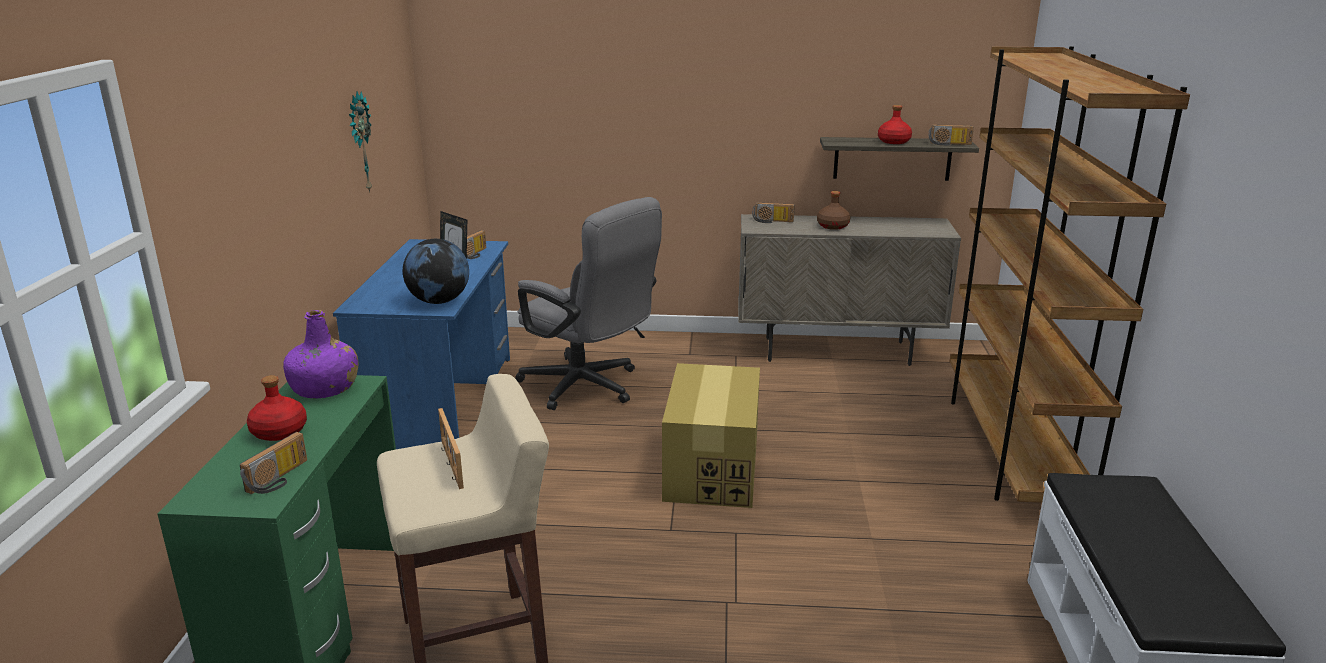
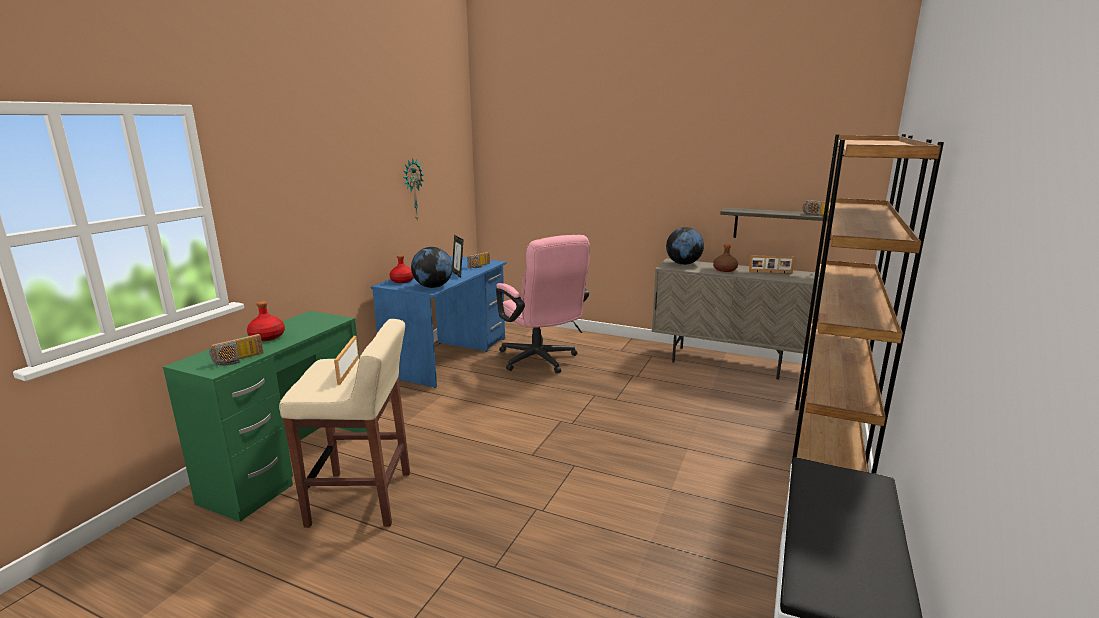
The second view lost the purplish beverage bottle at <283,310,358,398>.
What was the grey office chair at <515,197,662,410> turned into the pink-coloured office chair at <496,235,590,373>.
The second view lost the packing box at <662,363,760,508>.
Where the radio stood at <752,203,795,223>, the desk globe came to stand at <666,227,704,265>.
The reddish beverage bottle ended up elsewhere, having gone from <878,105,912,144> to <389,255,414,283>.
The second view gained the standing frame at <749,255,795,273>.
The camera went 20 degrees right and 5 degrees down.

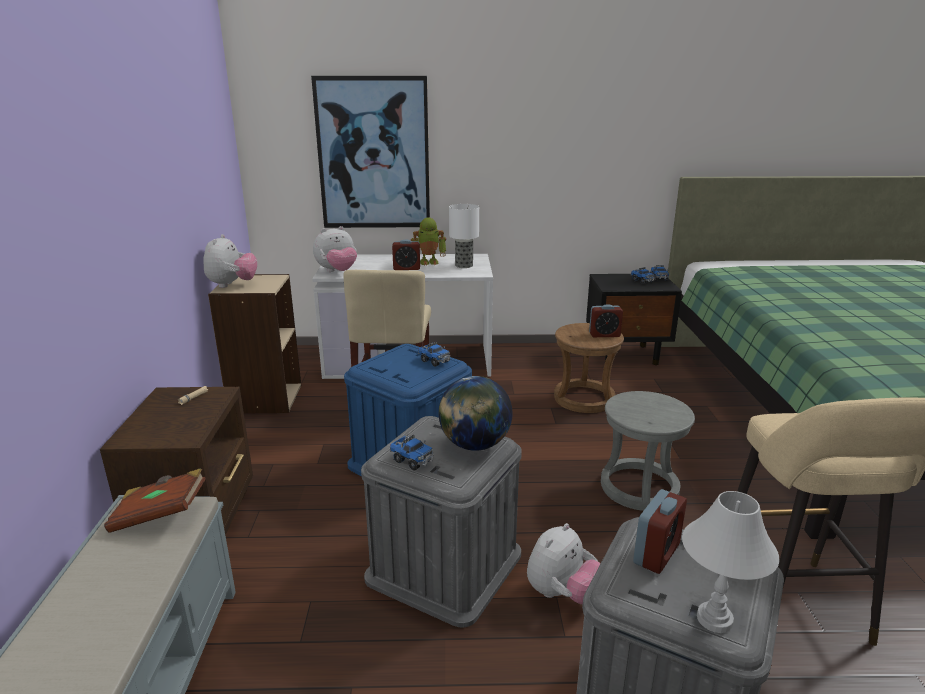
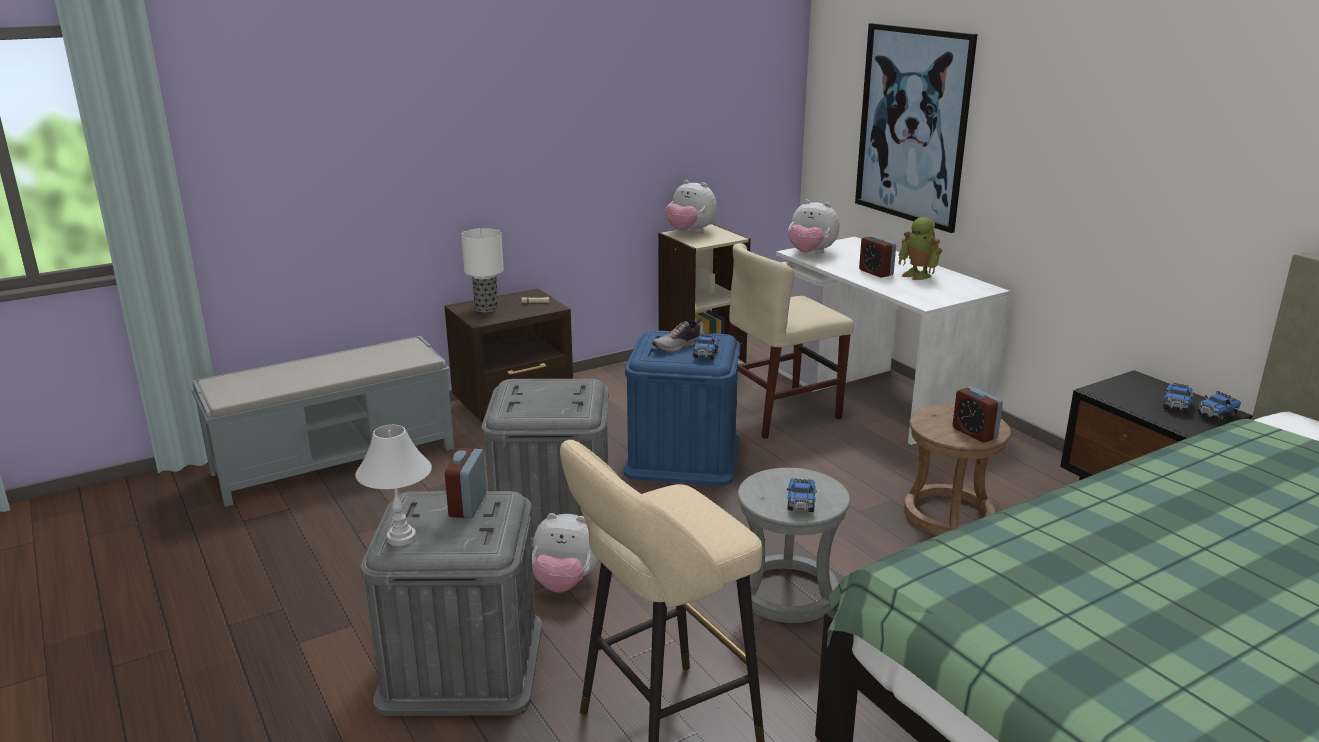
The second view lost the brown book at <104,468,206,533>.
The plush toy at <203,234,258,288> ended up facing another way, 60 degrees clockwise from before.
The toy lorry ended up elsewhere, having gone from <390,435,434,471> to <787,478,817,512>.
The second view lost the desk globe at <439,376,513,451>.
The tabletop lamp ended up elsewhere, having gone from <449,204,479,268> to <461,228,504,312>.
The table clock at <633,489,687,574> ended up facing another way, 90 degrees clockwise from before.
The second view gained the shoe at <652,319,701,352>.
The camera went 60 degrees right and 0 degrees up.

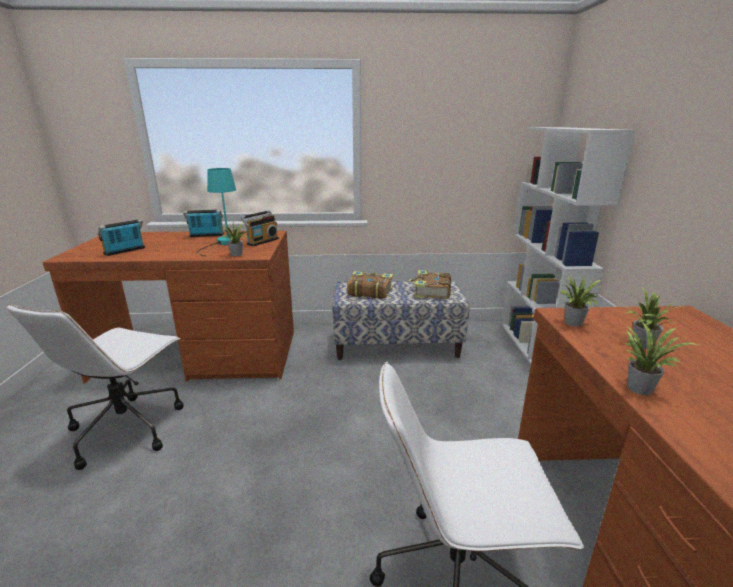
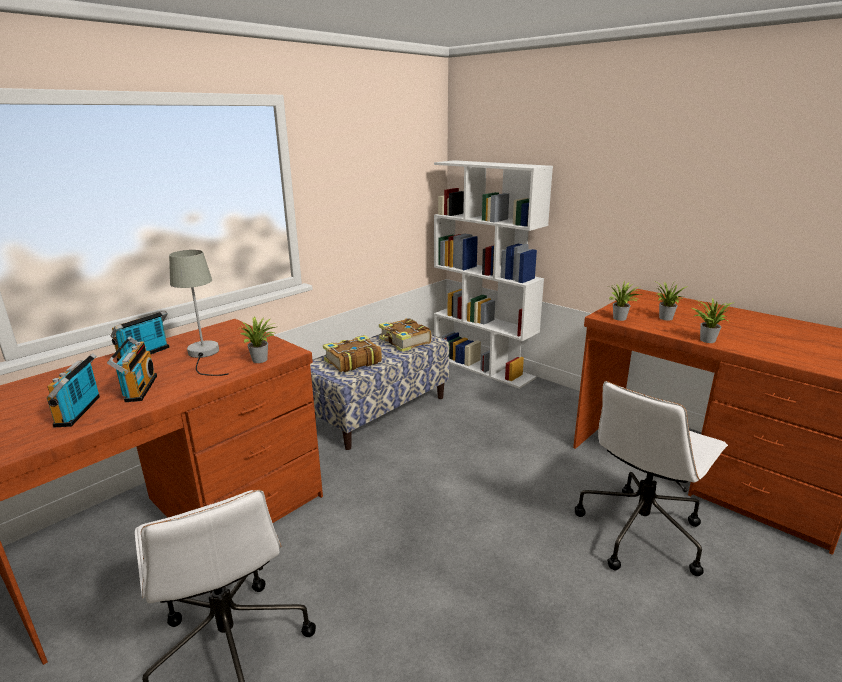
What was the turquoise-coloured tabletop lamp at <197,168,236,256> turned into the grey tabletop lamp at <169,250,229,376>.
The radio ended up elsewhere, having gone from <241,210,279,246> to <107,336,157,402>.
The camera went 45 degrees left and 0 degrees up.

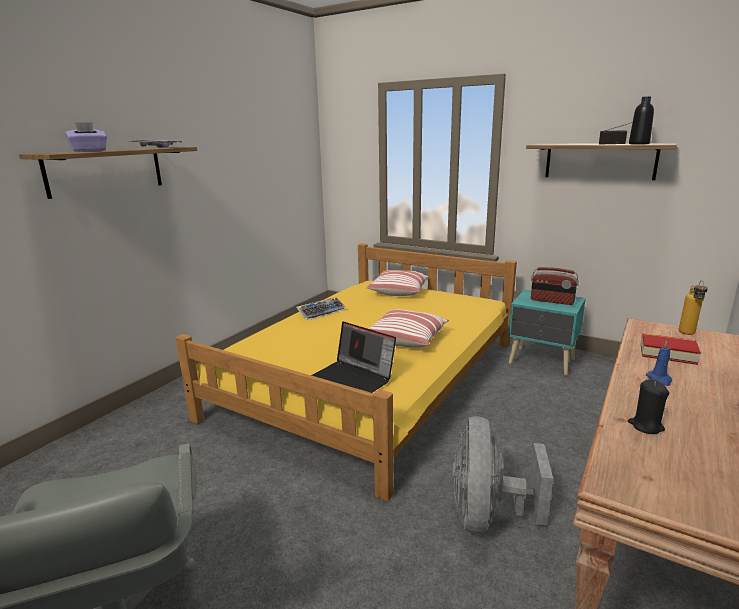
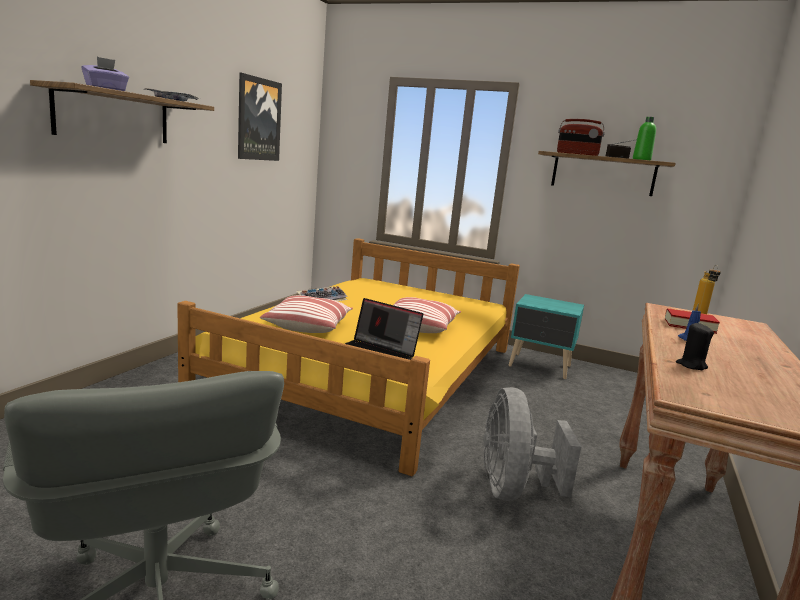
The pillow ended up elsewhere, having gone from <367,270,429,296> to <260,295,353,333>.
The radio ended up elsewhere, having gone from <531,267,579,305> to <557,119,605,156>.
What was the black beverage bottle at <629,96,654,145> turned into the green beverage bottle at <633,117,656,160>.
The second view gained the wall art at <238,73,282,161>.
The camera went 10 degrees left and 5 degrees down.

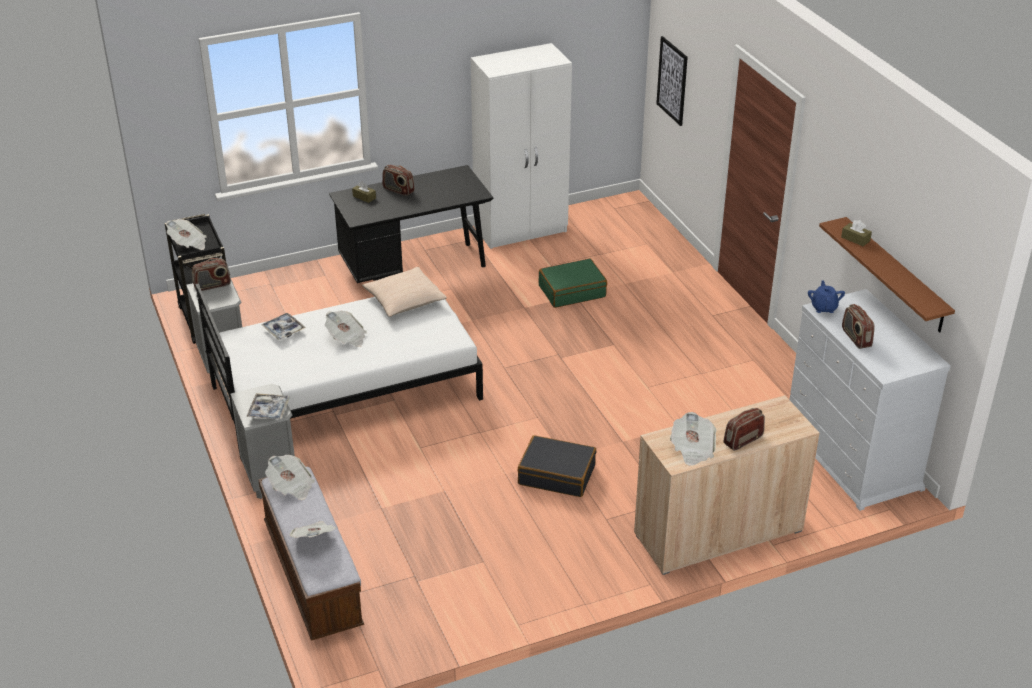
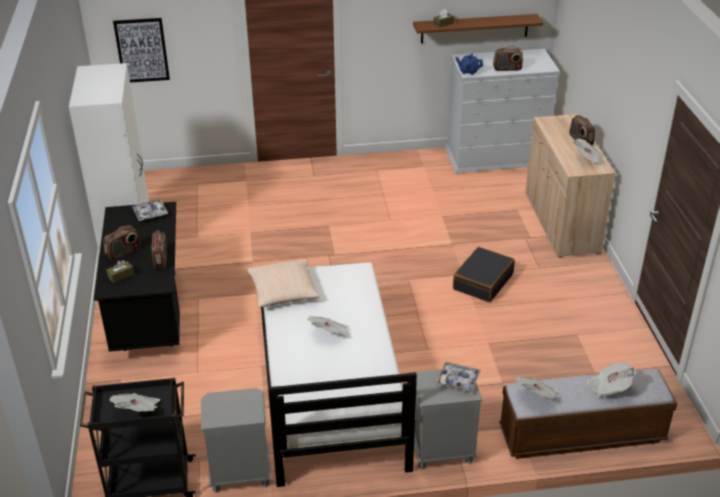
The radio ended up elsewhere, having gone from <192,258,231,291> to <152,230,167,269>.
The carrying tray ended up elsewhere, having gone from <261,313,306,340> to <132,199,168,221>.
The second view lost the green piece of luggage at <539,258,607,308>.
The camera went 75 degrees left and 0 degrees up.

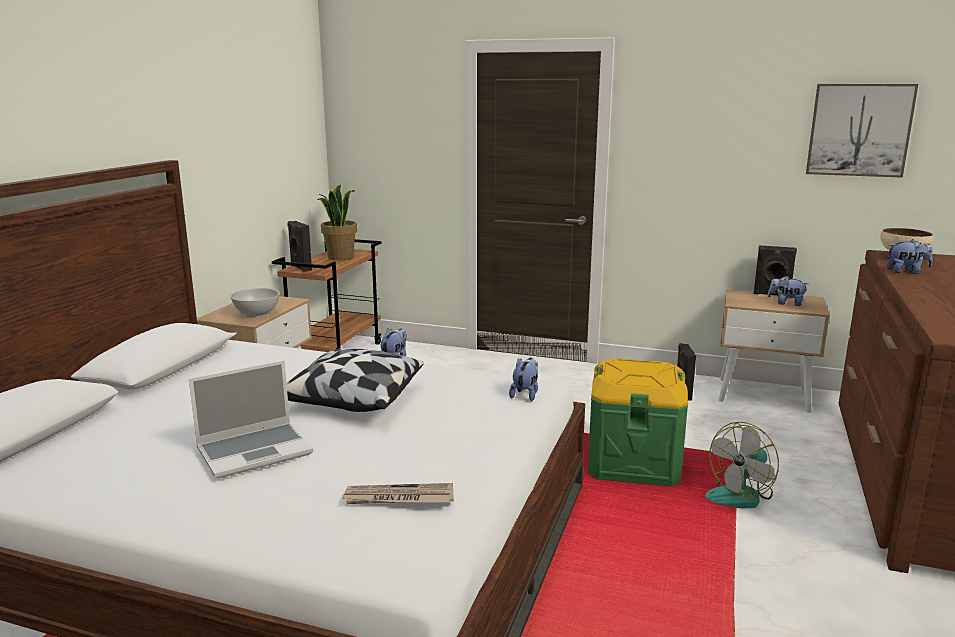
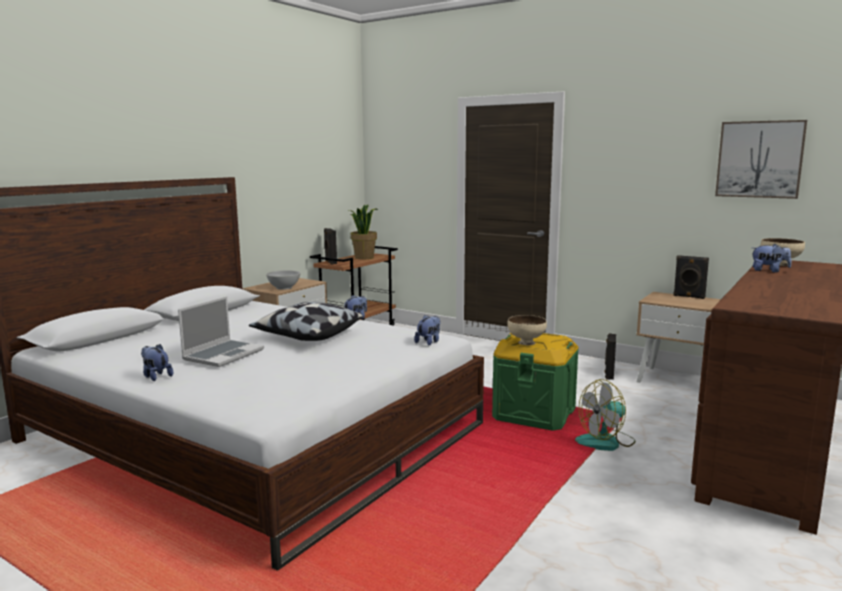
The portable computer at <189,360,313,479> ended up facing another way, 45 degrees counterclockwise from before.
The second view lost the newspaper at <343,483,454,504>.
The plush toy ended up elsewhere, having gone from <768,276,808,306> to <141,344,173,381>.
The second view gained the beige bowl at <507,315,547,345>.
The camera went 15 degrees right and 5 degrees down.

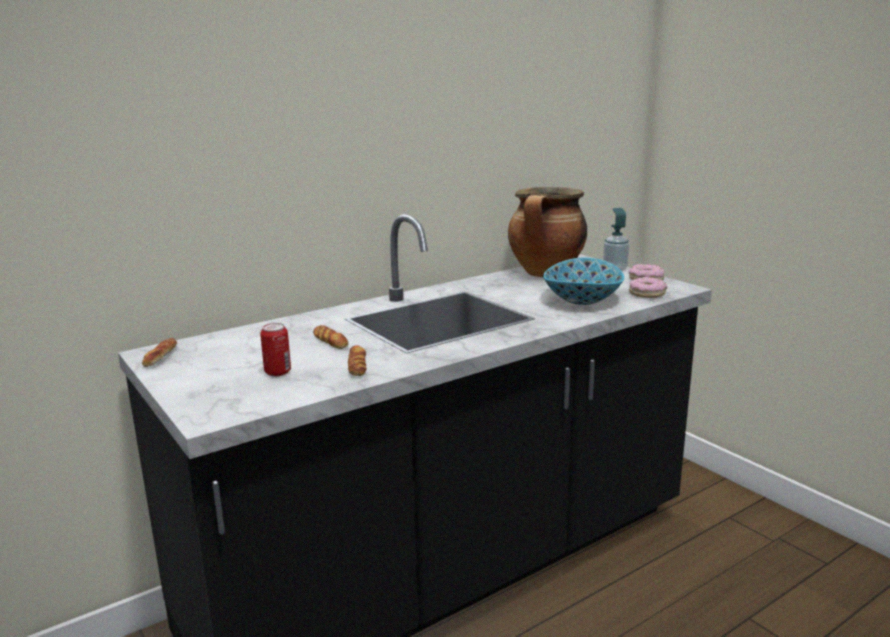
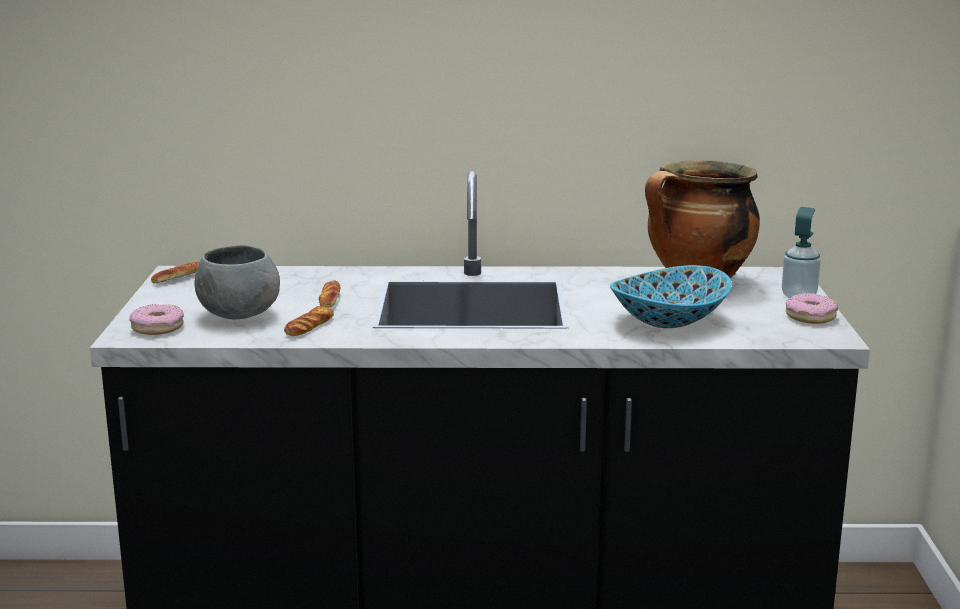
Where the sealed can stood at <260,323,291,376>, the grey bowl came to stand at <195,245,280,319>.
The doughnut ended up elsewhere, having gone from <629,277,667,298> to <129,304,184,335>.
The camera went 35 degrees right and 0 degrees up.

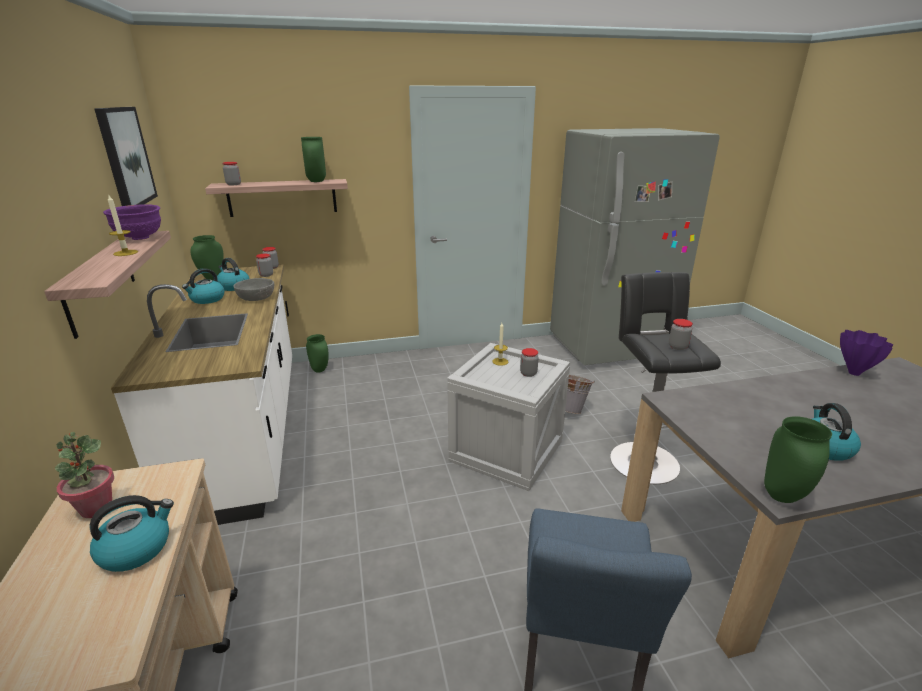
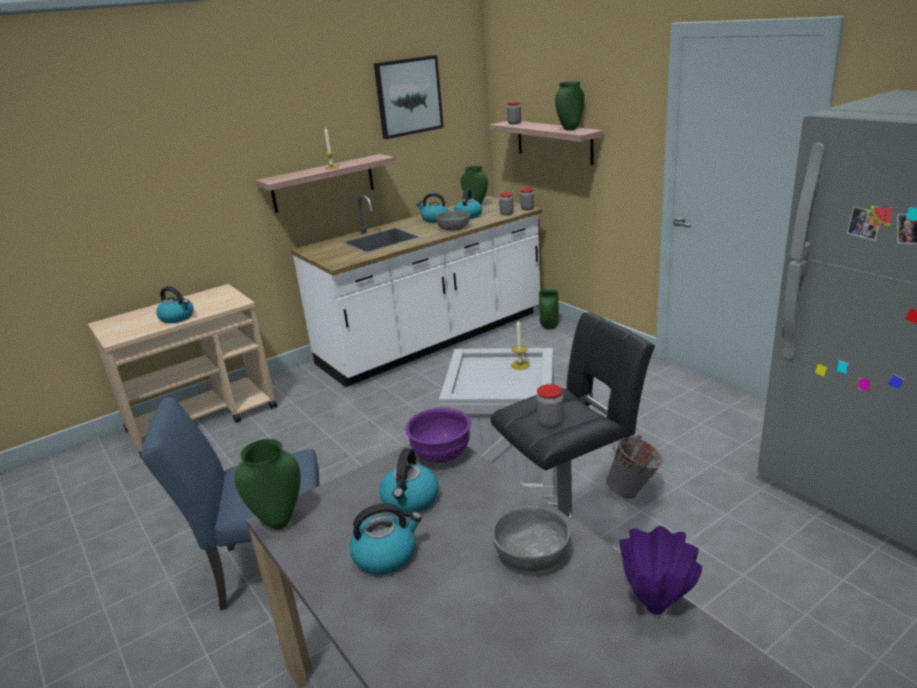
The second view lost the potted plant at <55,432,114,518>.
The purplish bowl ended up elsewhere, having gone from <103,204,161,240> to <406,407,471,463>.
The second view lost the storage jar at <520,348,539,377>.
The second view gained the kettle at <379,448,439,513>.
The second view gained the grey bowl at <492,506,571,572>.
The camera went 70 degrees right and 0 degrees up.

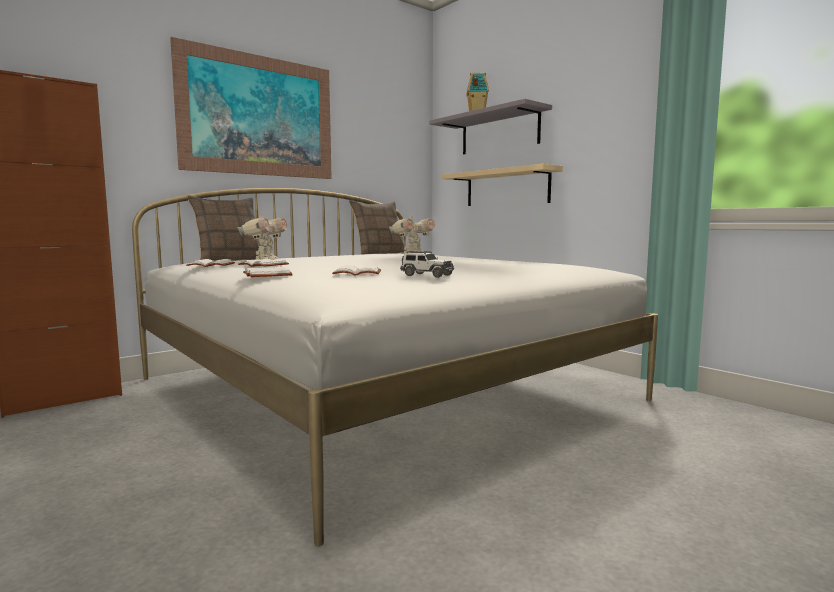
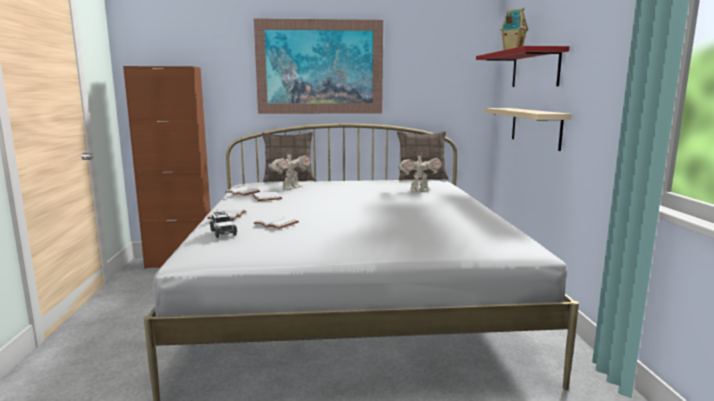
The model car ended up elsewhere, having gone from <400,251,454,278> to <210,211,237,238>.
What was the grey wall shelf at <429,99,552,154> turned into the reddish wall shelf at <476,46,569,87>.
The camera went 35 degrees right and 5 degrees up.

